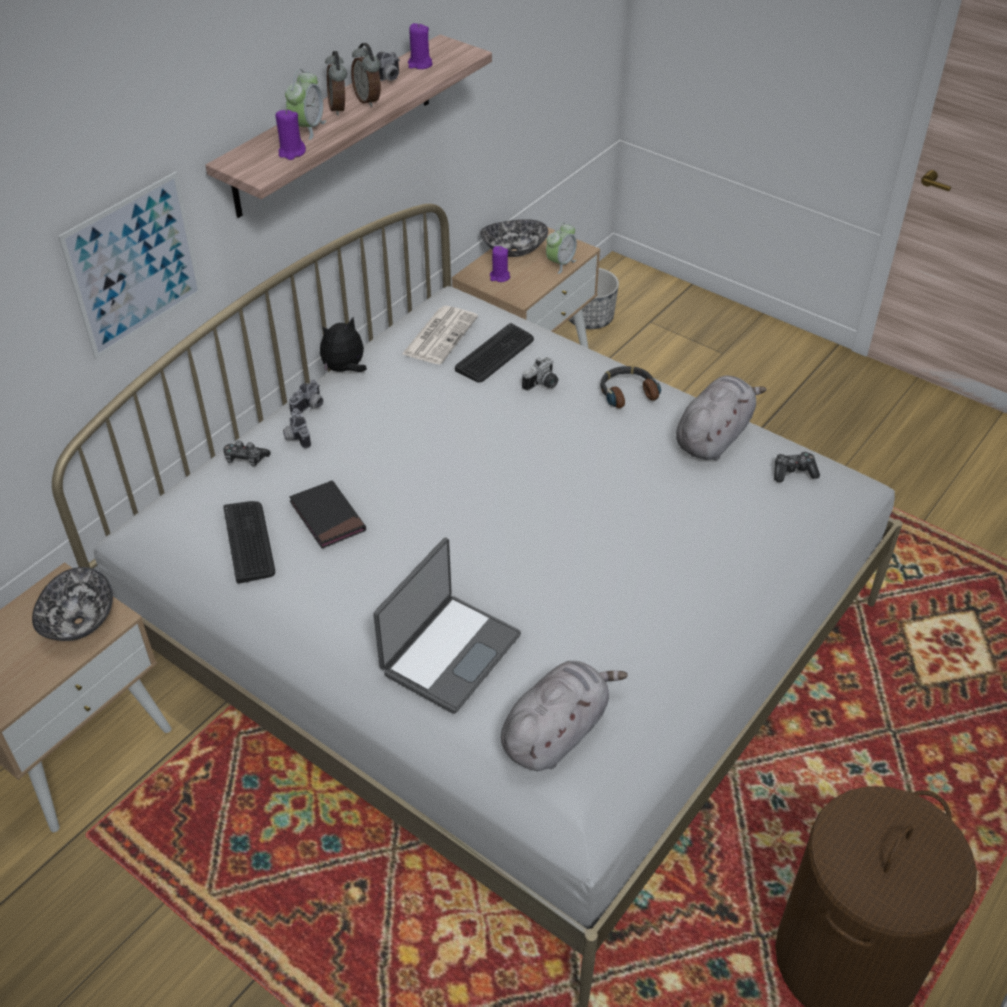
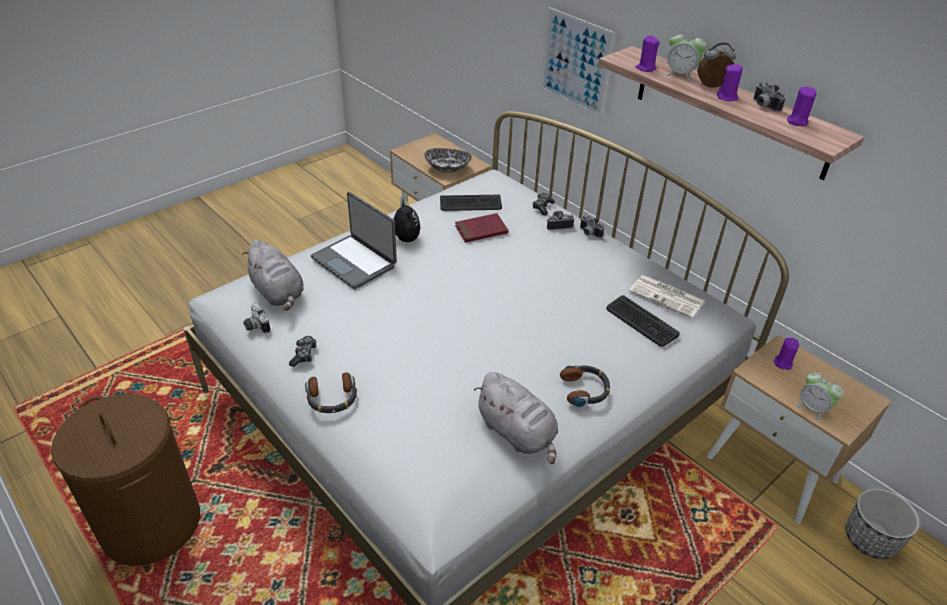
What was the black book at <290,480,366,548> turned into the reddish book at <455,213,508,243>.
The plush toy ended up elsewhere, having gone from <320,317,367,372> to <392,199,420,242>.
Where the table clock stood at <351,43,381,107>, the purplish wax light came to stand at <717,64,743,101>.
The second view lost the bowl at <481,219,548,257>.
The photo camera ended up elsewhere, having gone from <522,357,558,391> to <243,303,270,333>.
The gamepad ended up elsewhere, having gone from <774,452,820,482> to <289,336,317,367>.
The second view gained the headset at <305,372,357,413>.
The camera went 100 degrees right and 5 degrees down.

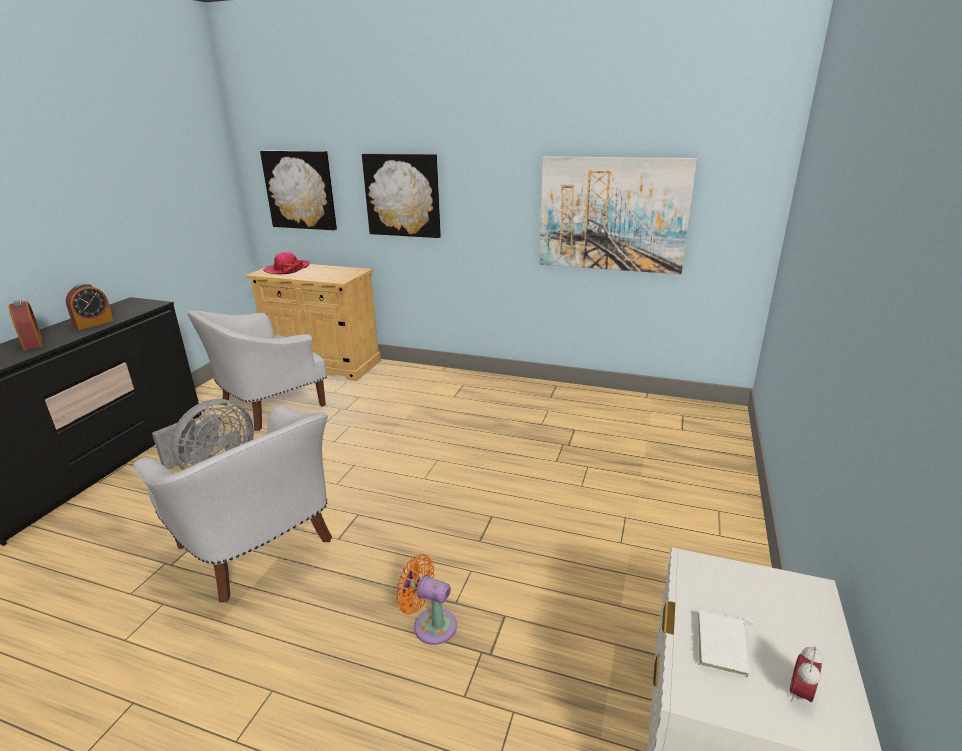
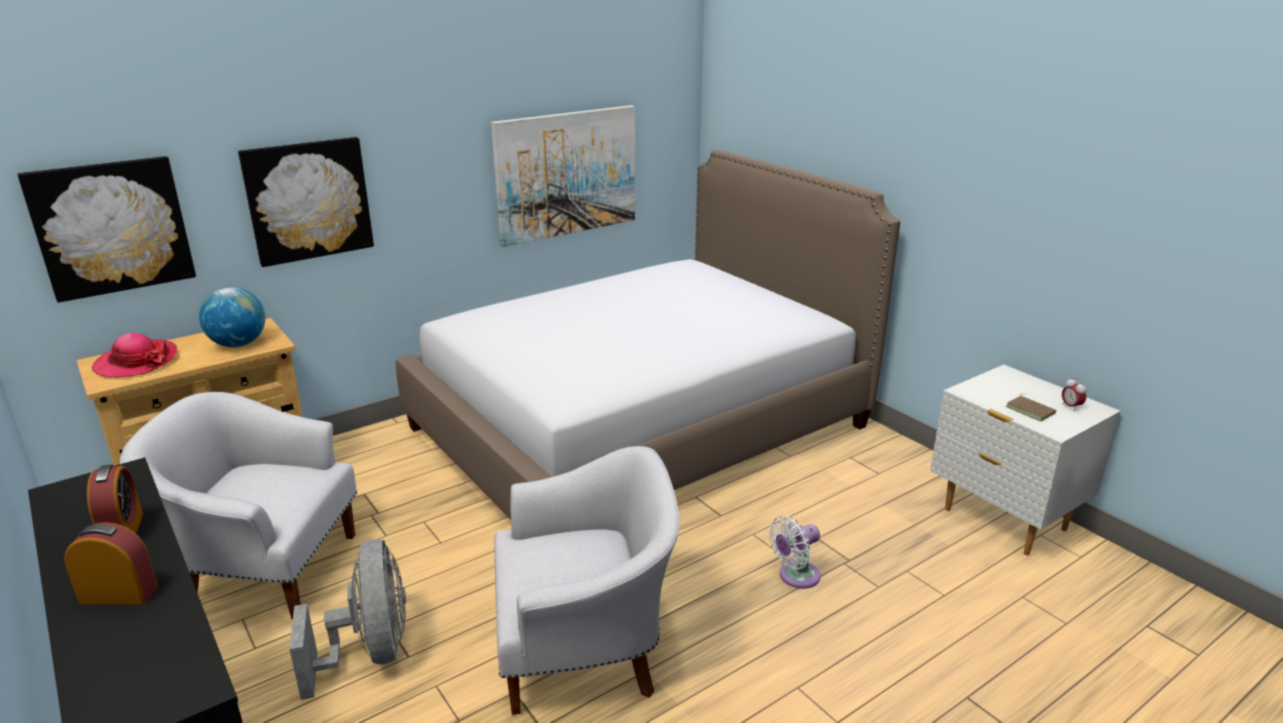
The white-coloured lounge chair at <187,311,327,431> ended up facing another way, 105 degrees clockwise from before.
What was the orange fan at <396,554,457,645> turned into the white-coloured fan at <769,515,820,589>.
What was the white-coloured book at <698,610,759,678> turned into the brown book at <1006,394,1056,421>.
The second view gained the desk globe at <199,287,265,347>.
The second view gained the bedroom bed at <396,149,900,520>.
The camera went 55 degrees left and 0 degrees up.

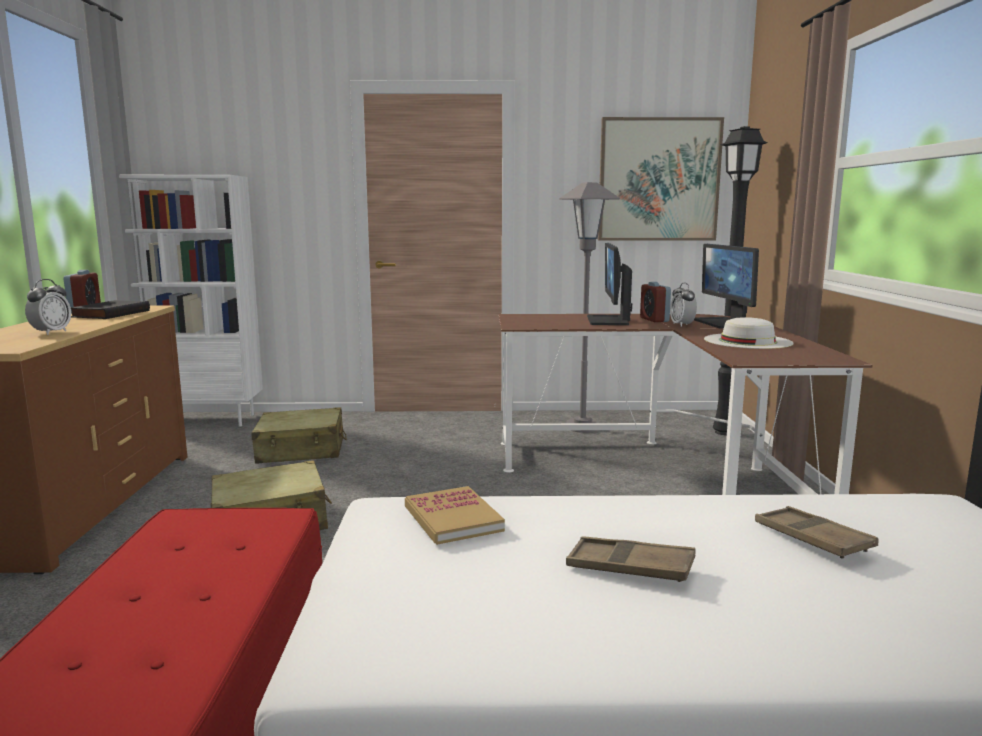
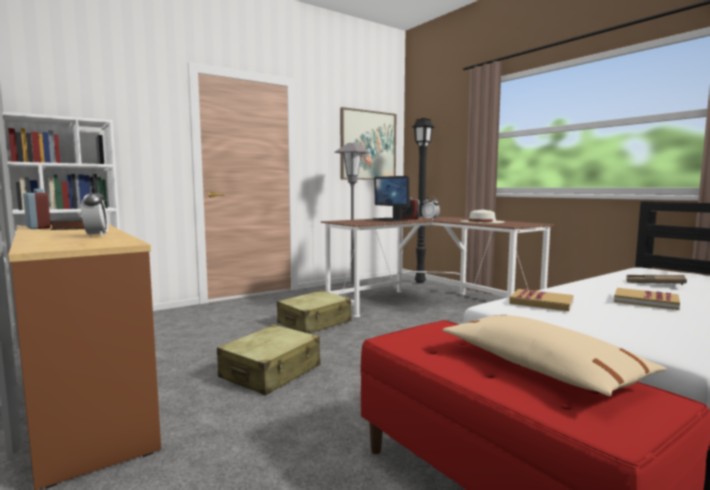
The beige piece of luggage ended up elsewhere, having gone from <251,407,347,464> to <277,290,352,334>.
Where the brown carrying tray stood at <566,536,695,582>, the book came to stand at <614,288,680,310>.
The second view lost the monitor at <694,244,759,328>.
The second view gained the beige pillow at <443,315,667,396>.
The camera went 35 degrees left and 5 degrees down.

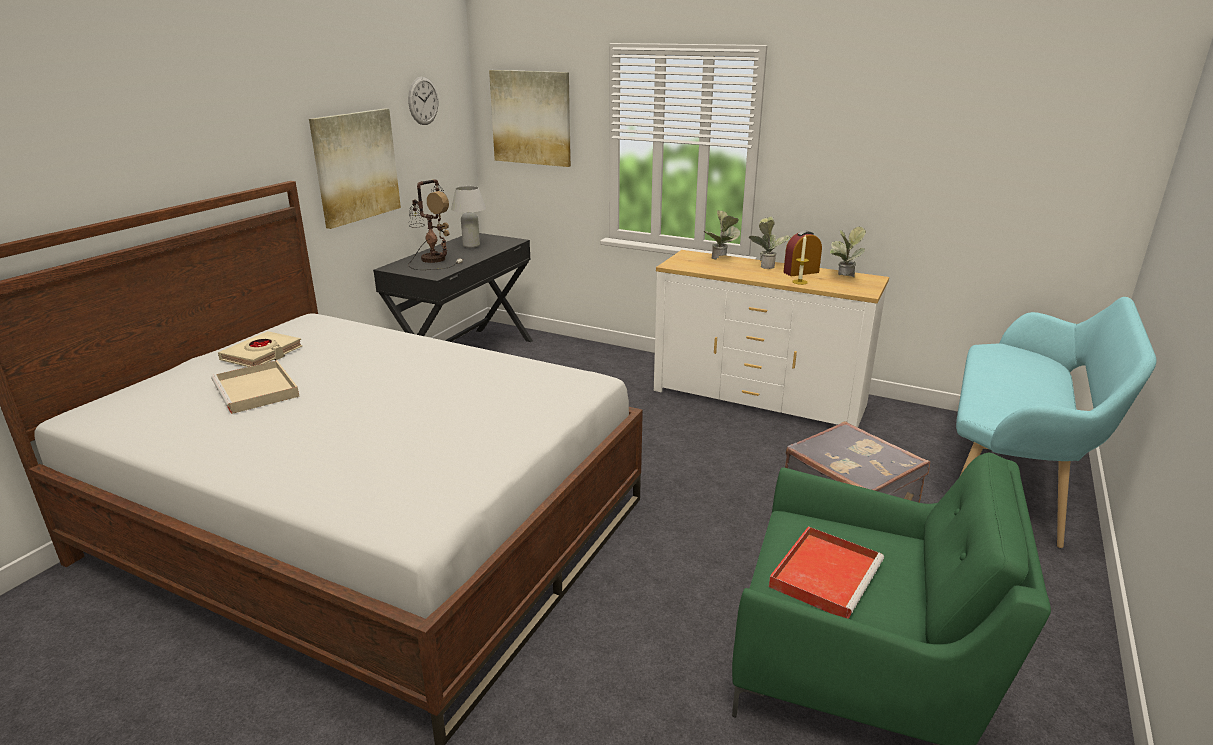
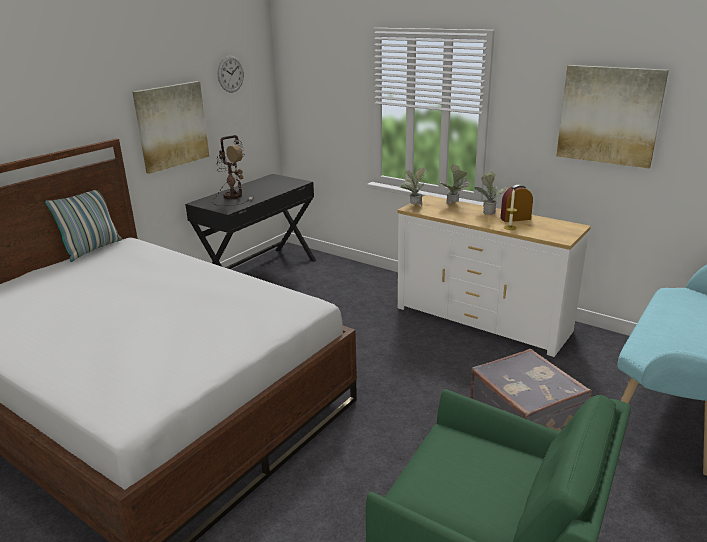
The second view lost the beige carrying tray at <211,361,300,414>.
The second view lost the beige book at <218,331,303,367>.
The second view lost the white-coloured tabletop lamp at <451,186,486,248>.
The wall art ended up elsewhere, having gone from <489,70,571,167> to <557,65,669,168>.
The second view lost the reddish carrying tray at <769,526,884,619>.
The potted plant ended up elsewhere, having gone from <830,227,866,278> to <400,167,426,206>.
The second view gained the pillow at <45,190,122,262>.
The camera went 10 degrees right and 0 degrees up.

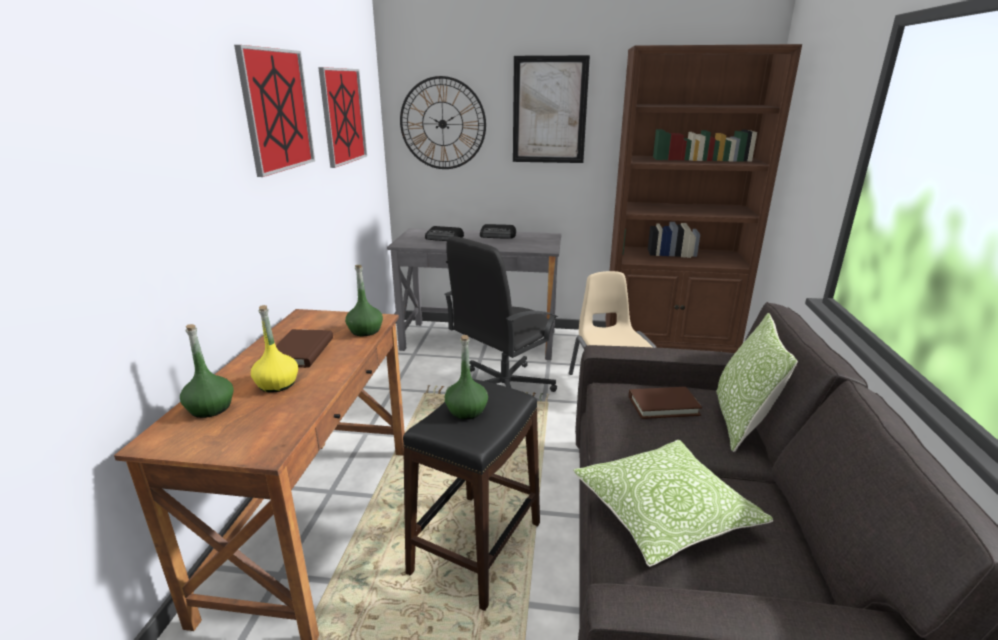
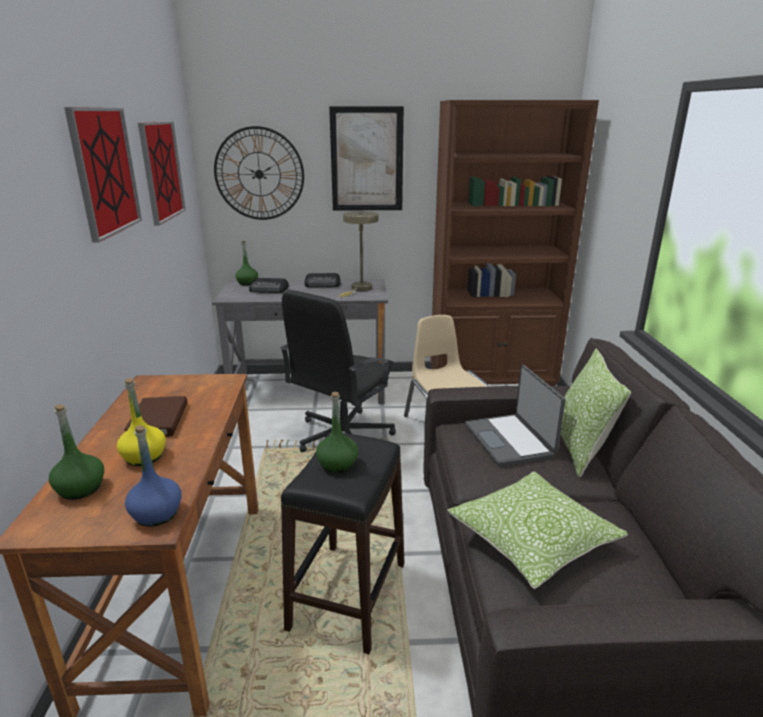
The green beverage bottle ended up elsewhere, having gone from <345,265,383,336> to <235,241,258,285>.
Where the brown book stood at <629,387,702,419>, the portable computer came to stand at <465,365,565,467>.
The second view gained the blue-coloured beverage bottle at <125,425,182,527>.
The second view gained the beige tabletop lamp at <339,211,378,297>.
The camera went 10 degrees left and 0 degrees up.

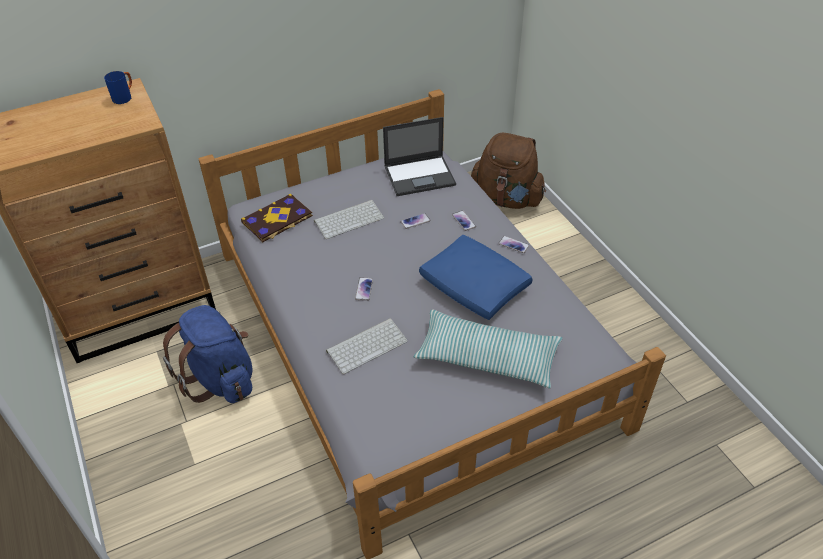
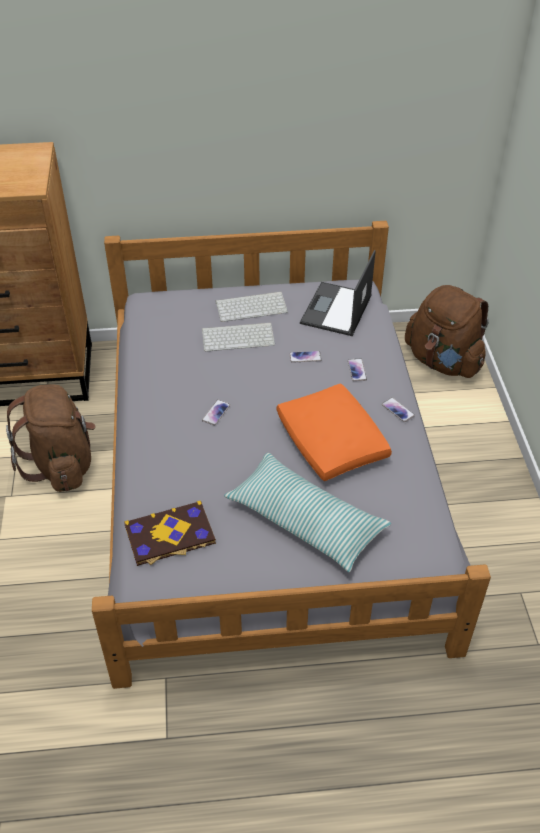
The second view lost the blue-coloured tea mug at <104,71,132,104>.
What was the blue-coloured backpack at <163,305,253,403> turned into the brown backpack at <6,385,95,492>.
The book ended up elsewhere, having gone from <241,194,313,242> to <124,501,216,566>.
The PC keyboard ended up elsewhere, having gone from <326,318,408,374> to <216,292,288,322>.
The portable computer at <383,117,456,196> ended up facing another way, 105 degrees clockwise from before.
What was the blue-coloured pillow at <419,235,533,320> turned into the orange pillow at <277,383,392,481>.
The camera went 20 degrees right and 0 degrees up.

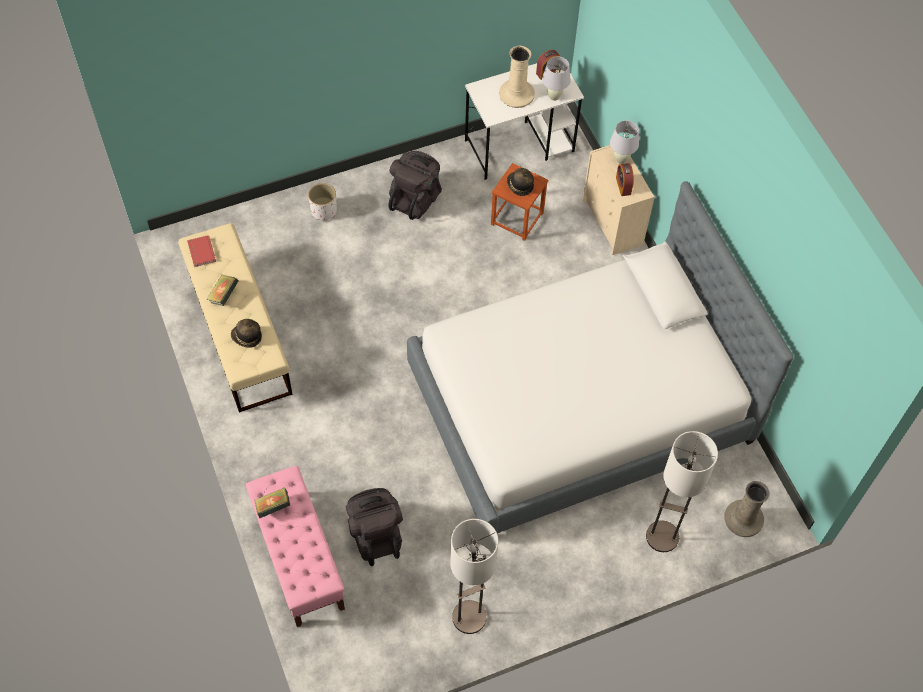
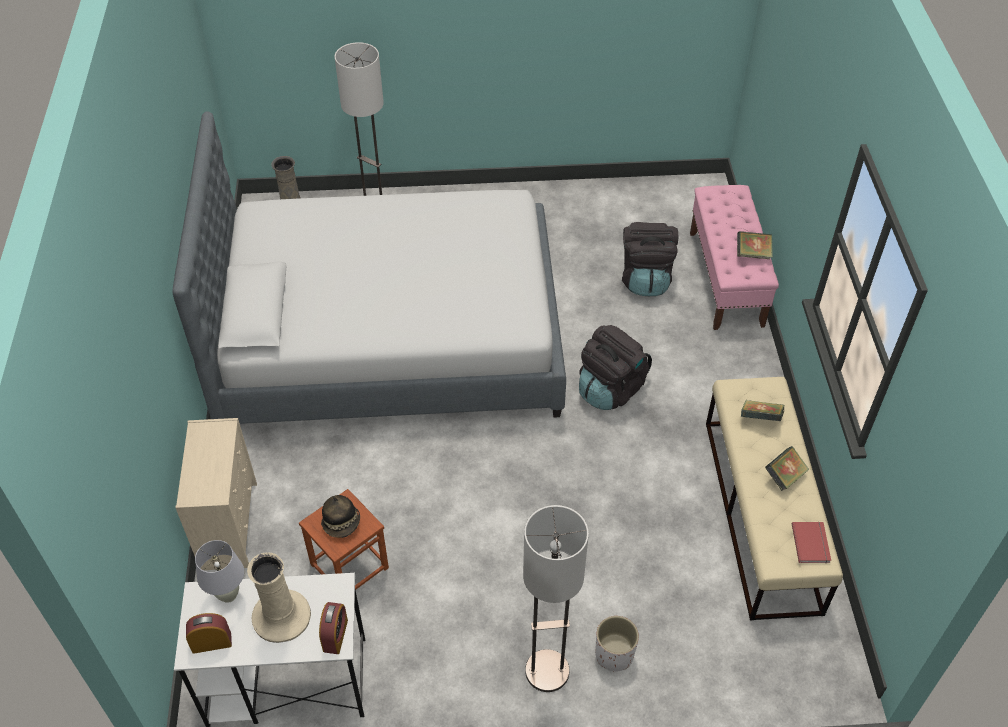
Where the clothing hat stood at <231,319,262,348>, the book came to stand at <741,400,784,421>.
The black backpack ended up elsewhere, having gone from <389,151,442,220> to <579,325,652,410>.
The standing lamp ended up elsewhere, having gone from <450,519,498,634> to <523,505,589,692>.
The second view lost the white-coloured tabletop lamp at <610,120,639,164>.
The table clock ended up elsewhere, having gone from <616,163,634,196> to <319,602,348,654>.
The camera went 160 degrees left and 10 degrees down.

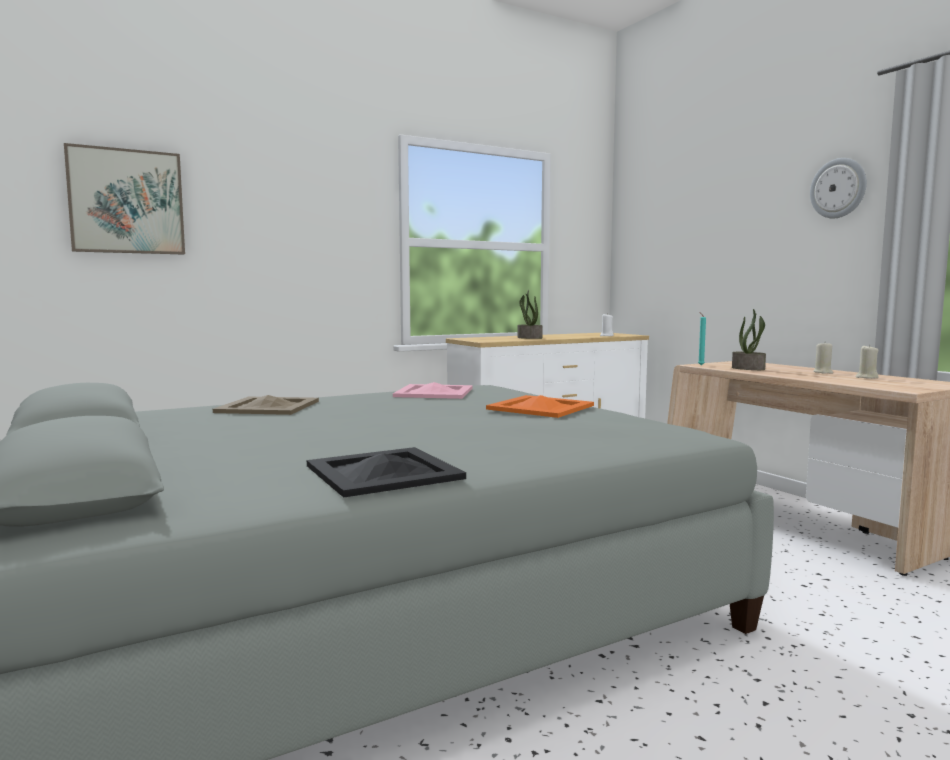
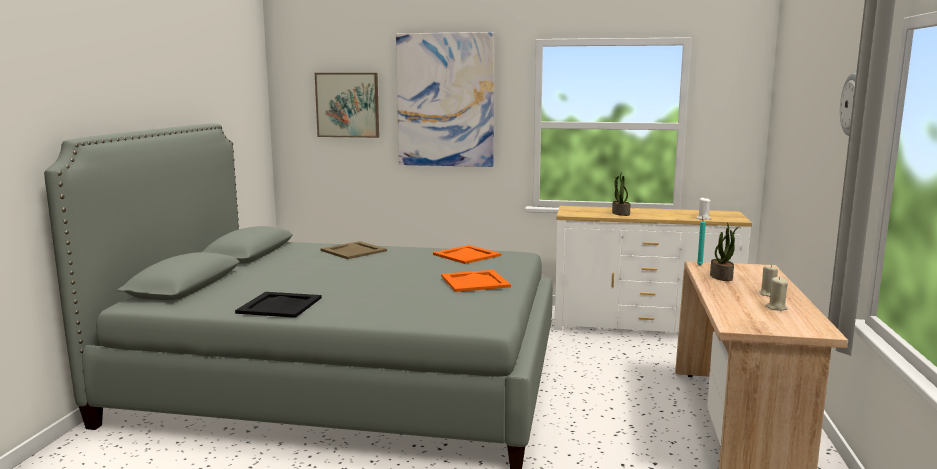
What was the pink-coloured carrying tray at <393,382,473,399> turned into the orange carrying tray at <433,245,501,264>.
The second view gained the wall art at <396,32,494,167>.
The camera went 40 degrees right and 5 degrees up.

